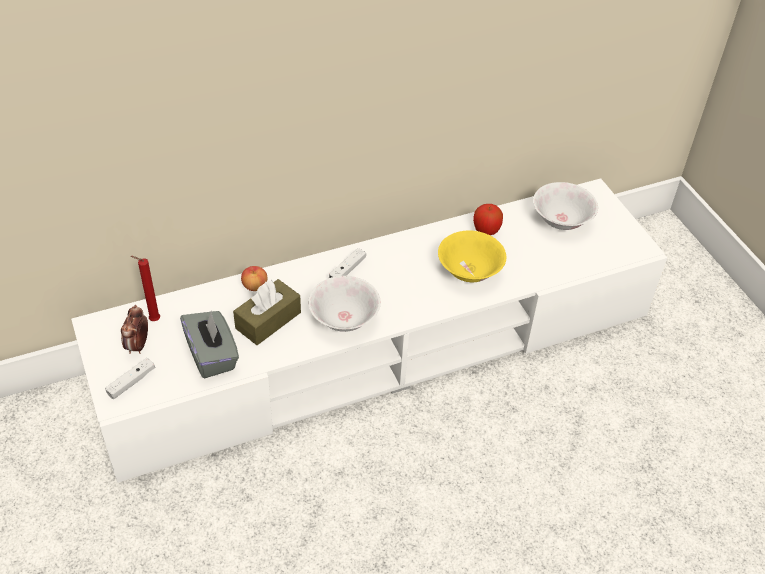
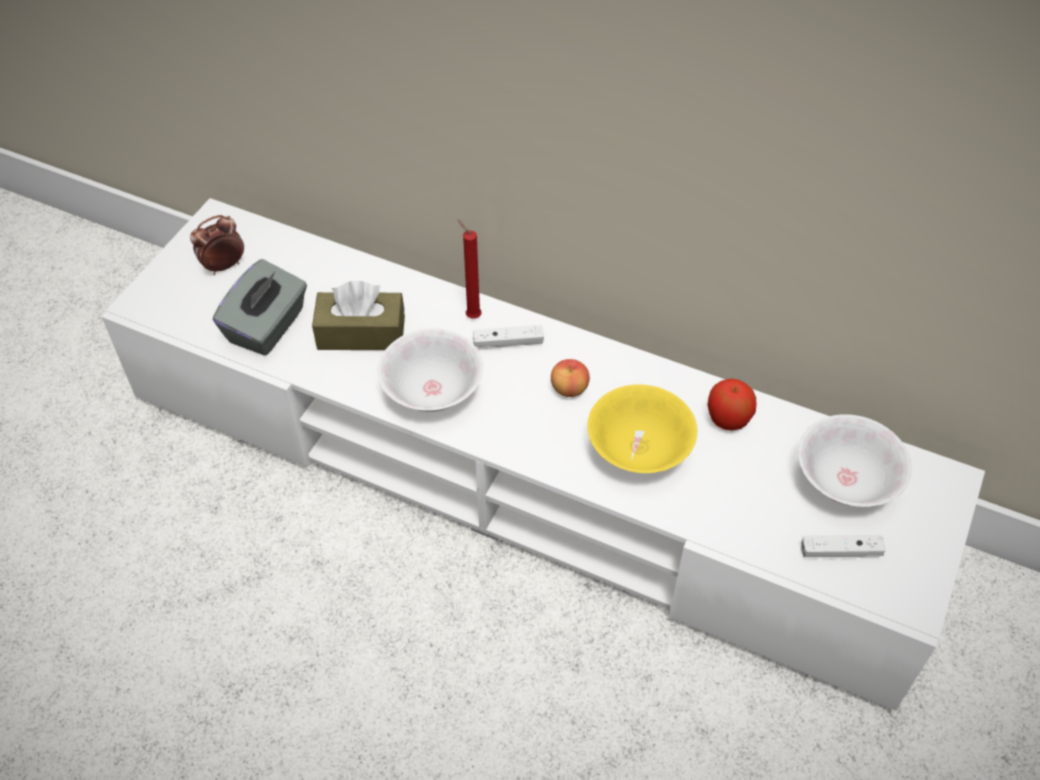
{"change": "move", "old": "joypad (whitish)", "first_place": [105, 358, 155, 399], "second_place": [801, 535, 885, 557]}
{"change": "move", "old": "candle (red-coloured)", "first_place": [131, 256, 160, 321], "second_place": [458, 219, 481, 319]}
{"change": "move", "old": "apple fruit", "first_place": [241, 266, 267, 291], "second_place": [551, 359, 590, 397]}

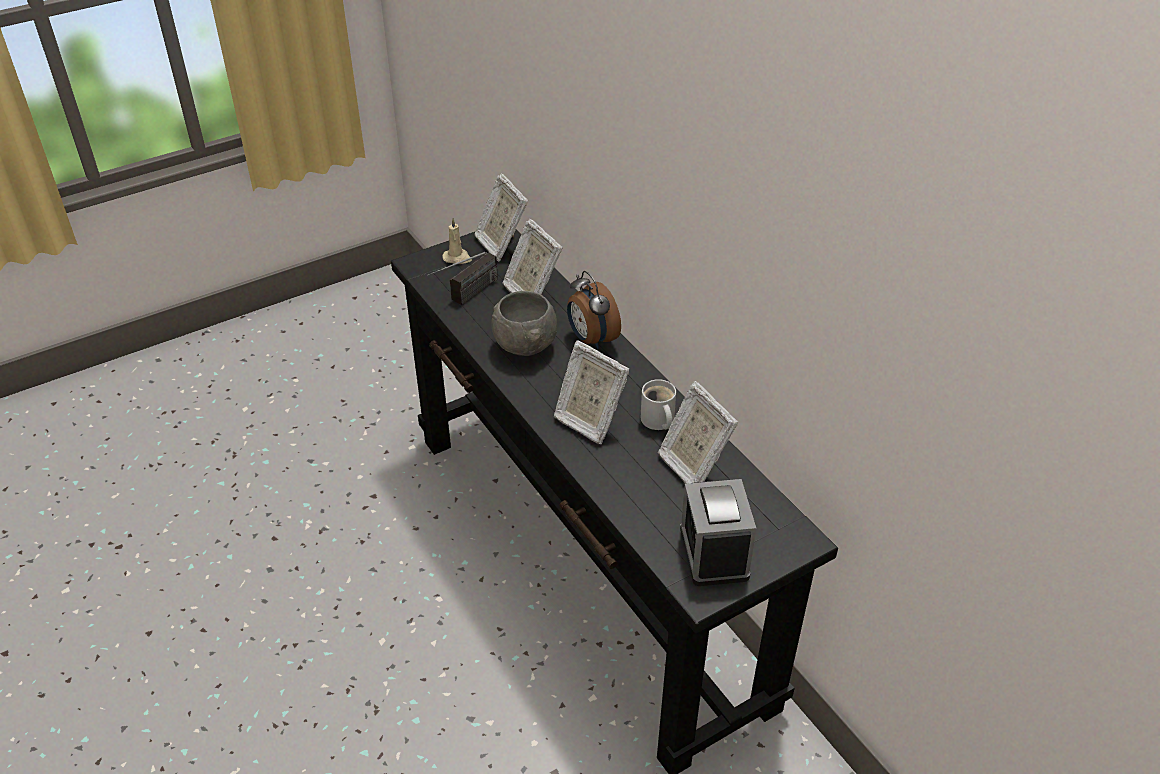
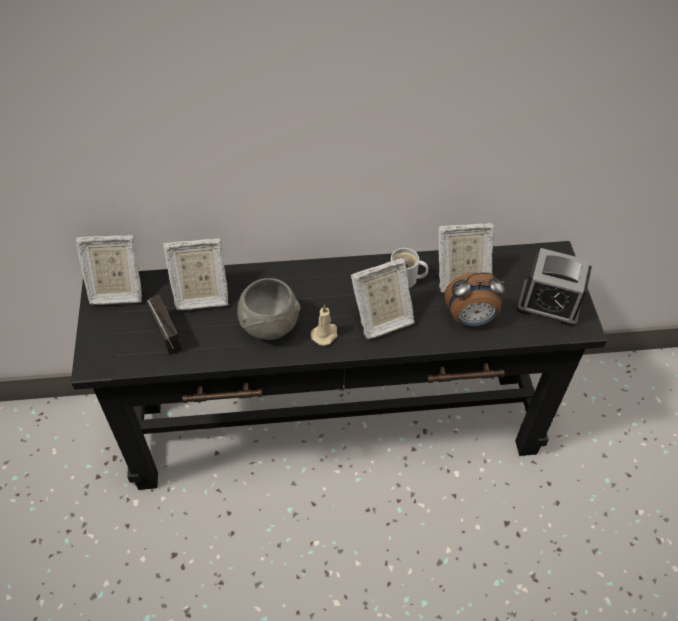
{"change": "move", "old": "candle (sand-coloured)", "first_place": [442, 218, 472, 264], "second_place": [311, 305, 338, 346]}
{"change": "move", "old": "table clock", "first_place": [567, 271, 621, 349], "second_place": [444, 272, 505, 326]}

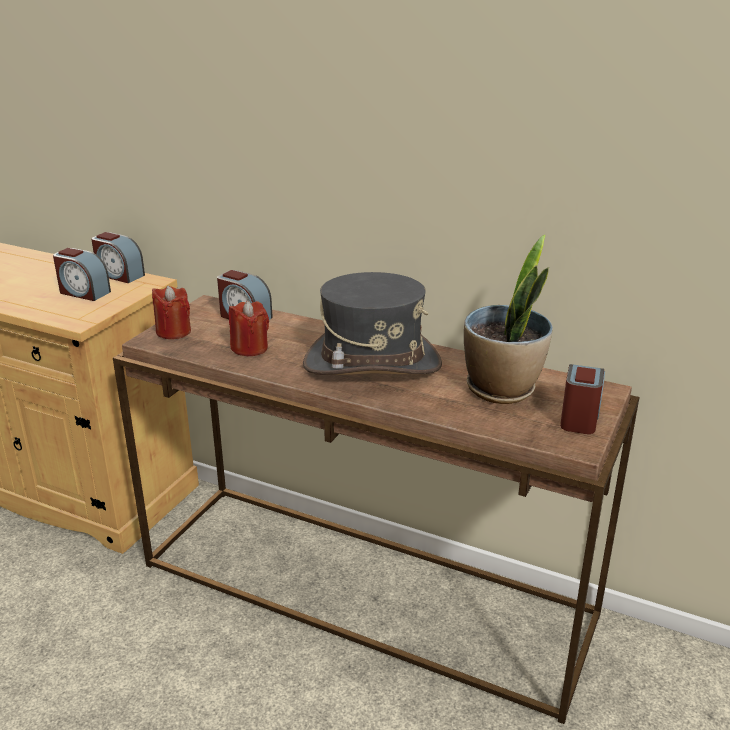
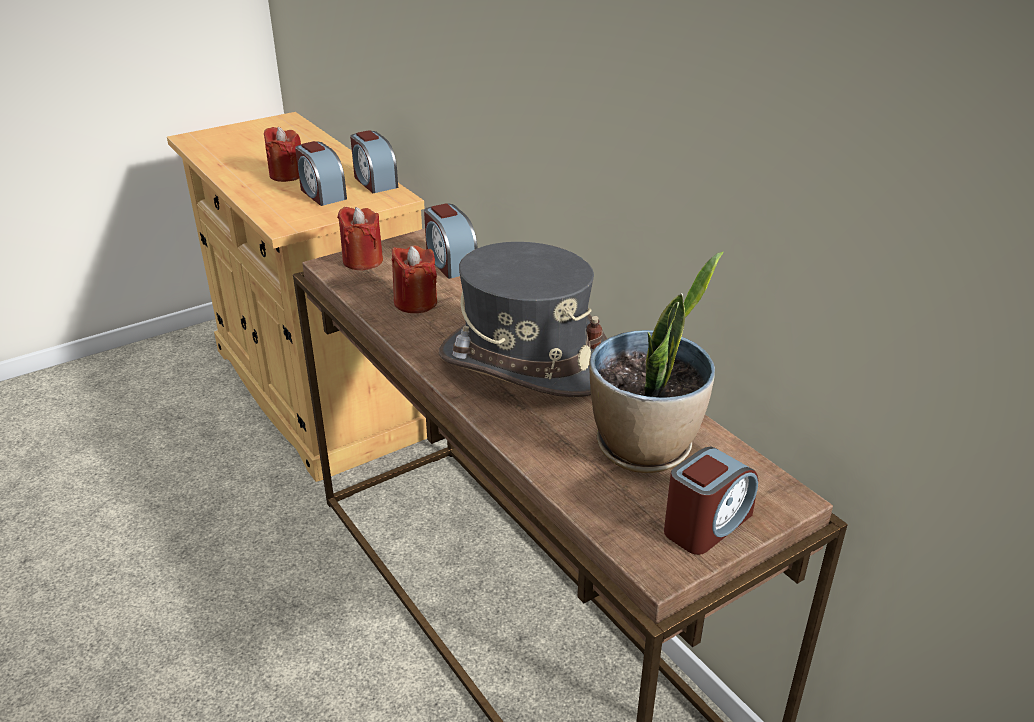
{"change": "insert", "new": "candle (red-coloured)", "second_place": [264, 127, 301, 182]}

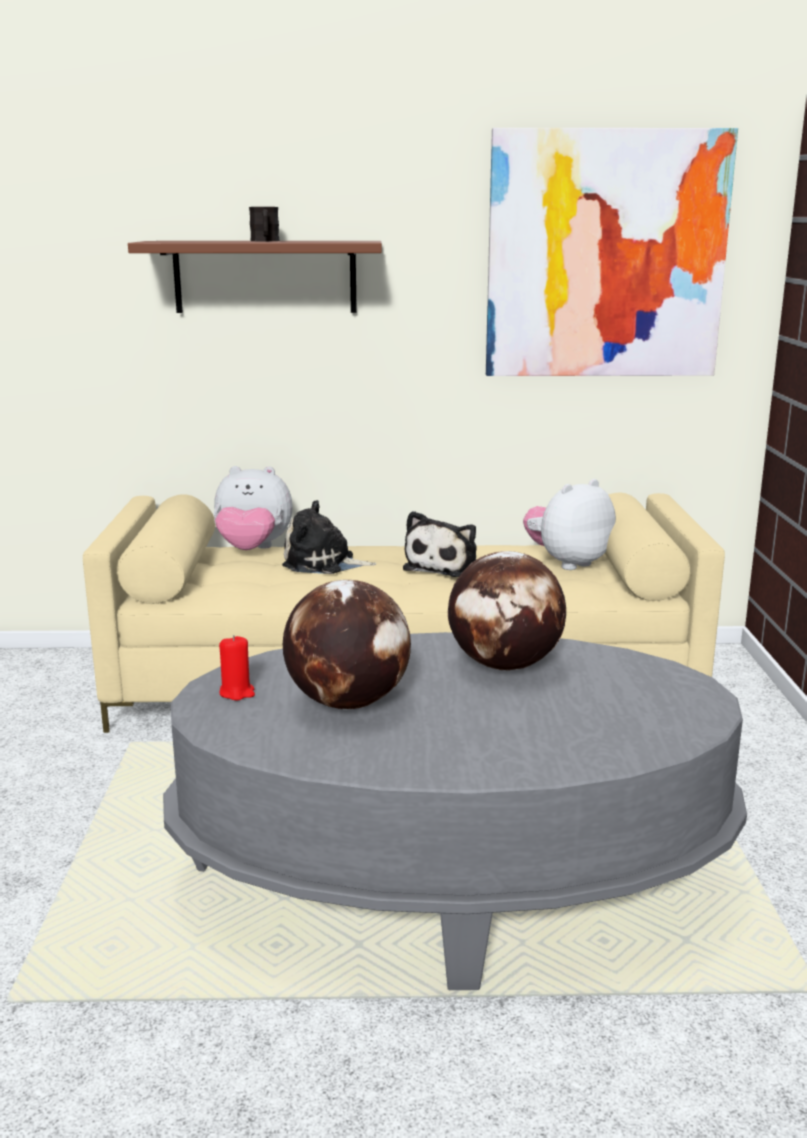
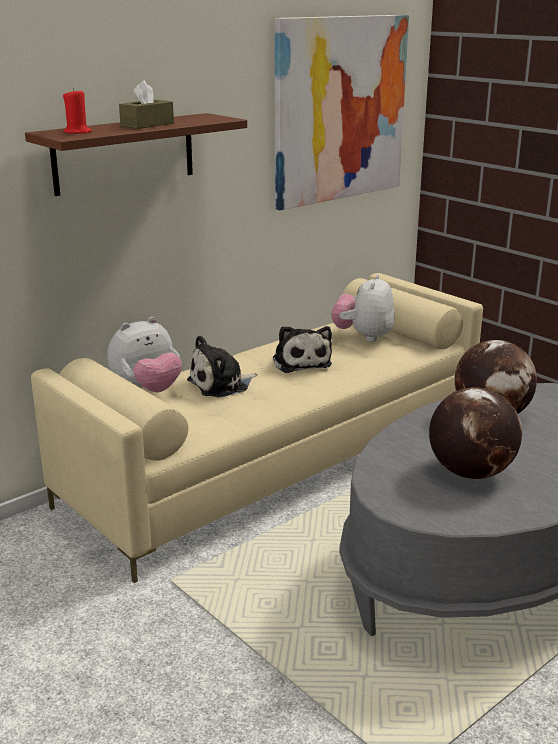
{"change": "move", "old": "candle (red-coloured)", "first_place": [219, 635, 255, 701], "second_place": [63, 88, 92, 134]}
{"change": "replace", "old": "mug (blackish)", "new": "tissue holder (brown)", "first_place": [249, 207, 280, 241], "second_place": [119, 81, 174, 129]}

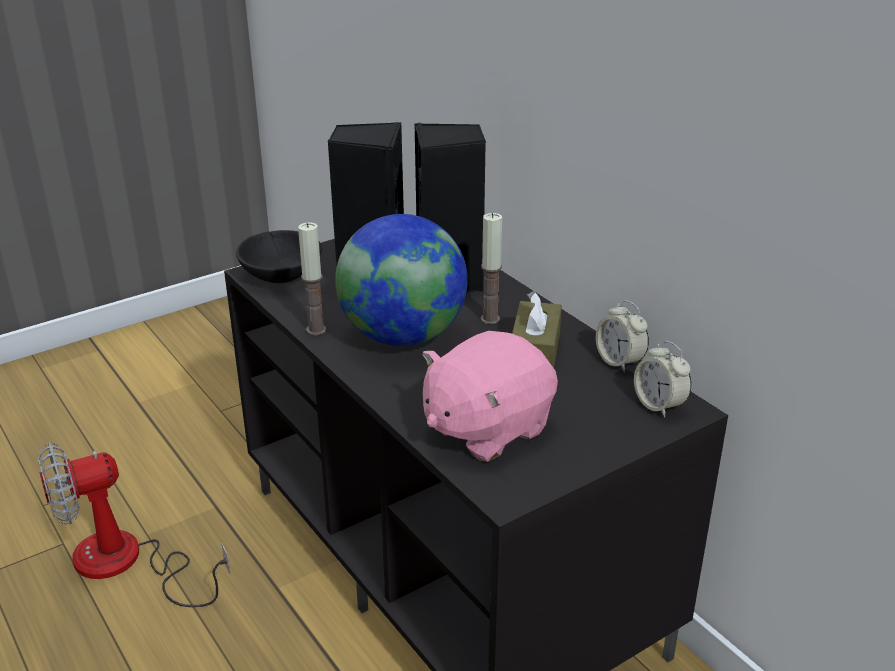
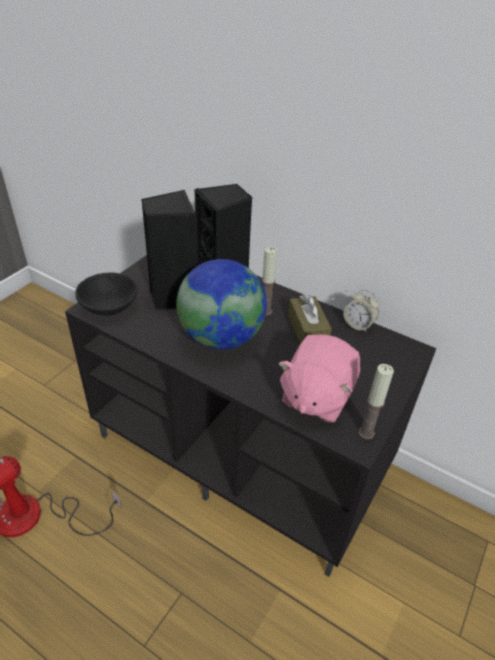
{"change": "move", "old": "candle", "first_place": [298, 222, 326, 335], "second_place": [359, 364, 394, 439]}
{"change": "delete", "old": "table clock", "first_place": [634, 341, 692, 418]}

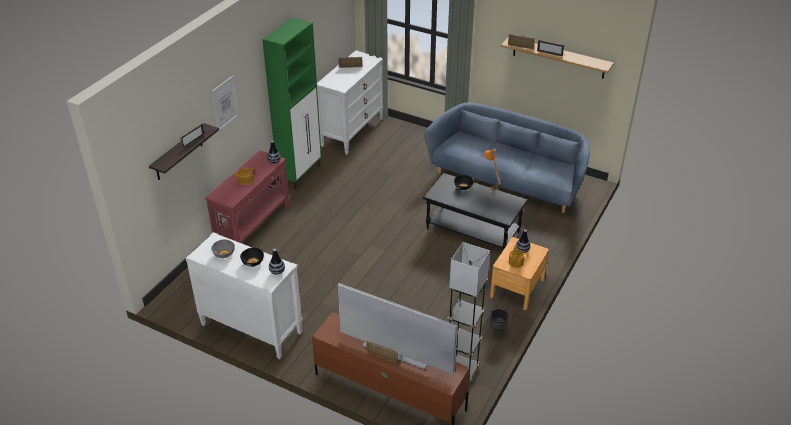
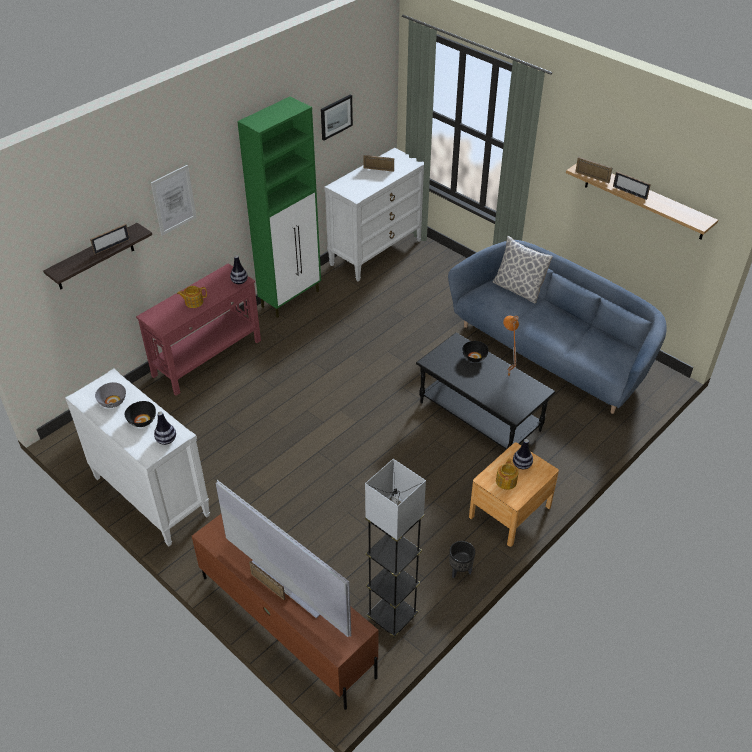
{"change": "insert", "new": "wall art", "second_place": [321, 95, 353, 140]}
{"change": "insert", "new": "cushion", "second_place": [493, 236, 553, 303]}

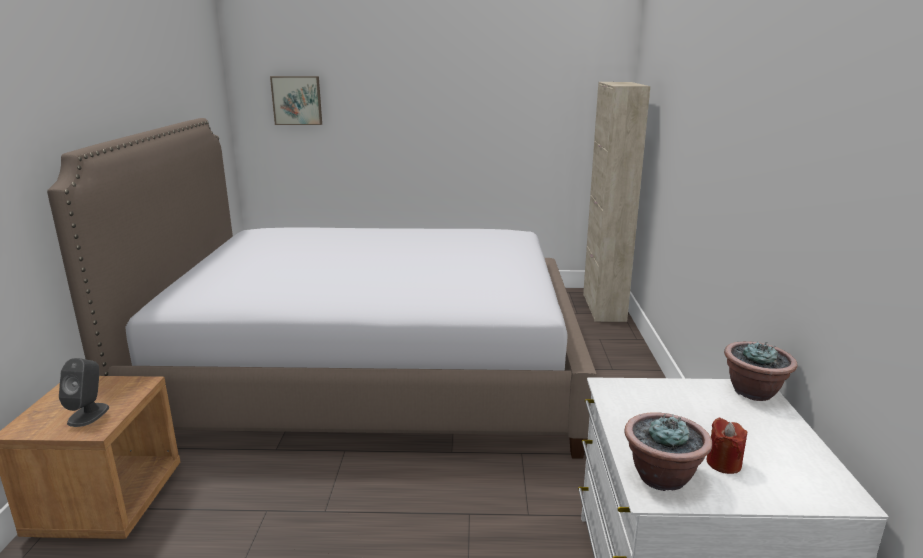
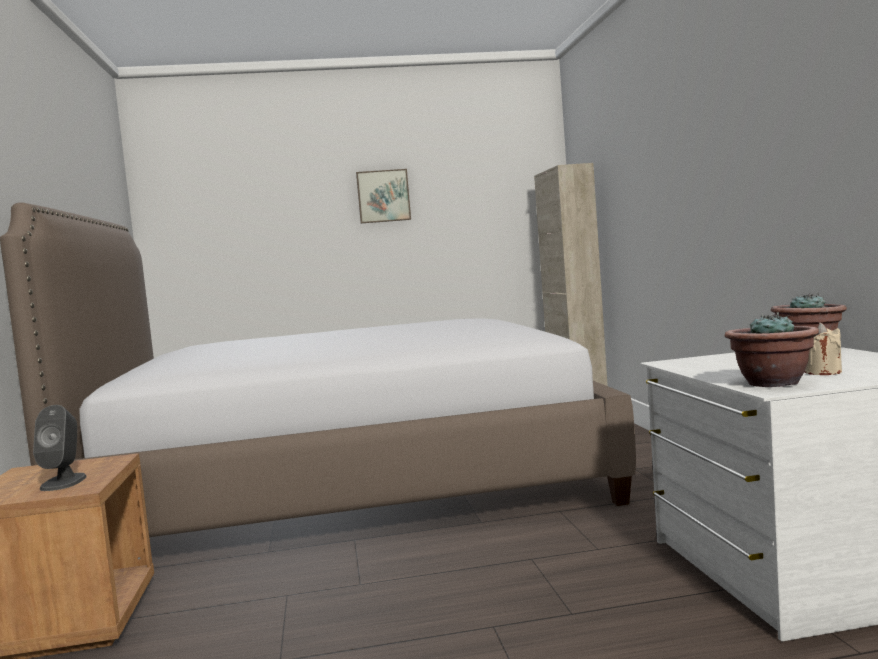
{"change": "move", "old": "wall art", "first_place": [270, 76, 322, 125], "second_place": [356, 169, 411, 223]}
{"change": "recolor", "old": "candle (red-coloured)", "new": "candle (sand-coloured)", "first_place": [707, 418, 748, 474], "second_place": [804, 322, 842, 375]}

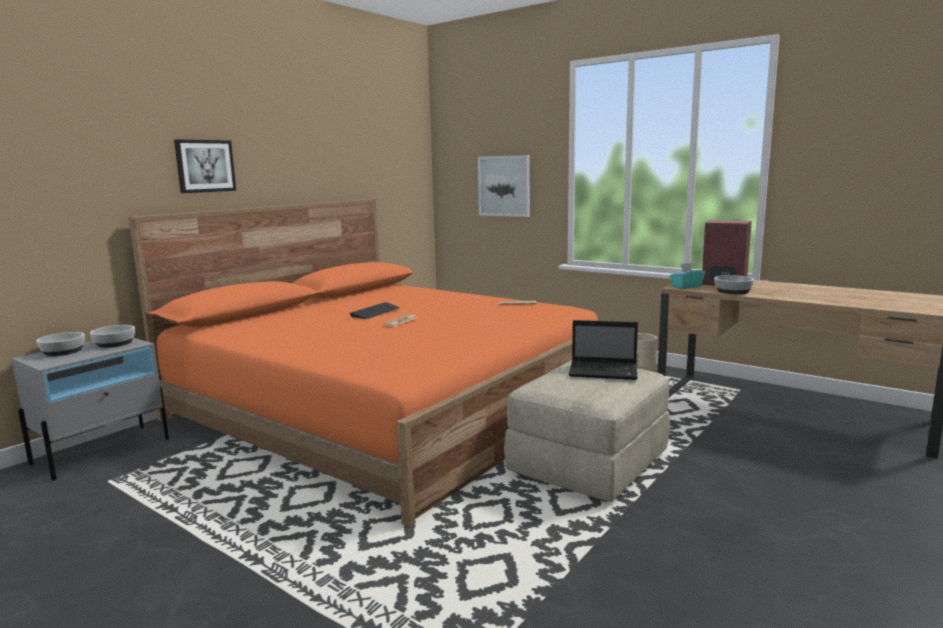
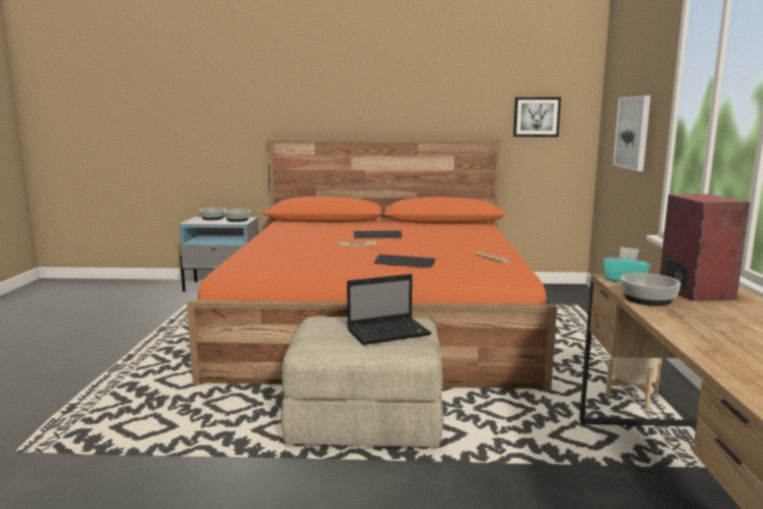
{"change": "move", "old": "wall art", "first_place": [174, 139, 236, 193], "second_place": [513, 97, 561, 137]}
{"change": "rotate", "old": "laptop", "first_place": [569, 320, 638, 380], "second_place": [347, 274, 431, 345], "degrees": -90}
{"change": "insert", "new": "keyboard", "second_place": [374, 254, 436, 268]}

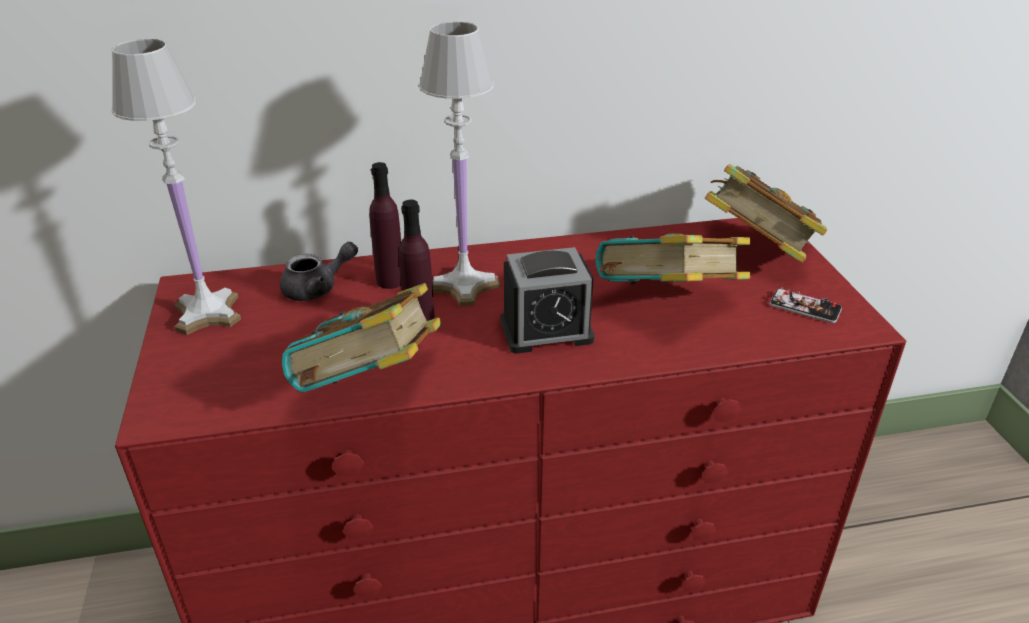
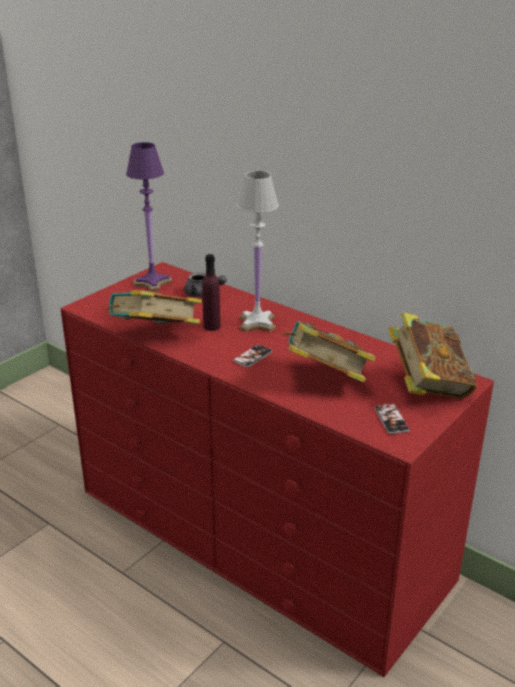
{"change": "recolor", "old": "lamp for a table (whitish)", "new": "lamp for a table (purplish)", "first_place": [111, 39, 241, 335], "second_place": [126, 142, 172, 291]}
{"change": "delete", "old": "bottle (purplish)", "first_place": [369, 162, 401, 289]}
{"change": "replace", "old": "table clock", "new": "handset", "first_place": [501, 247, 595, 354], "second_place": [233, 344, 272, 367]}

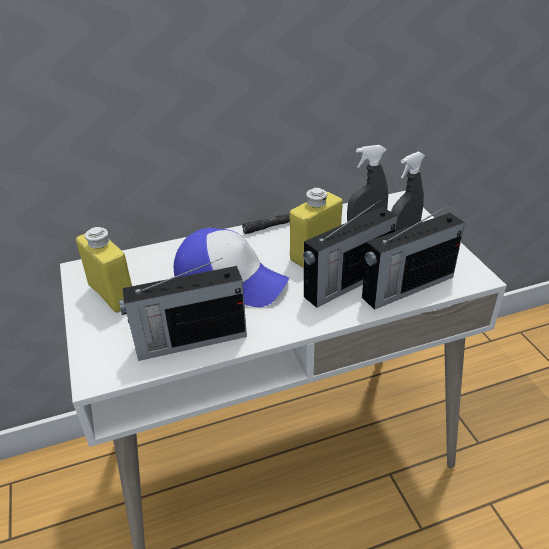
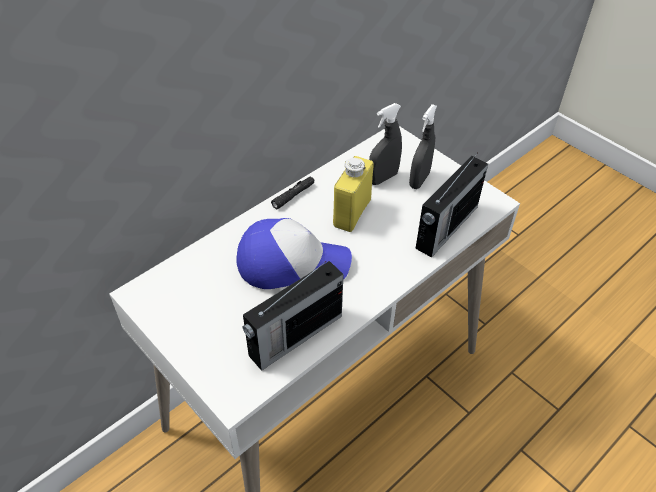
{"change": "delete", "old": "bottle (yellow)", "first_place": [76, 227, 132, 313]}
{"change": "delete", "old": "radio receiver", "first_place": [303, 199, 397, 308]}

